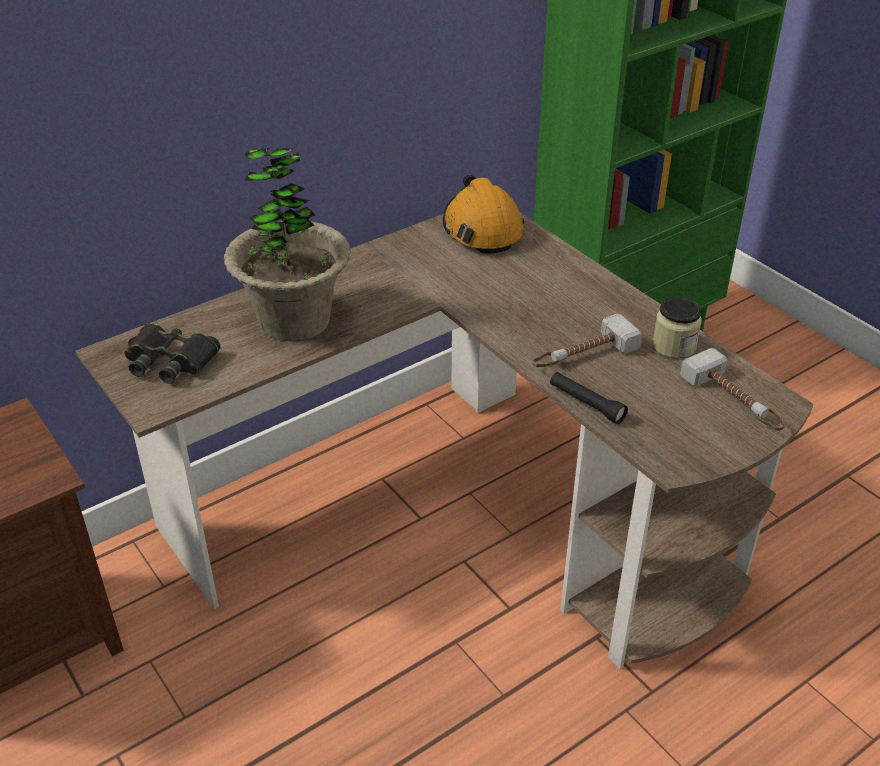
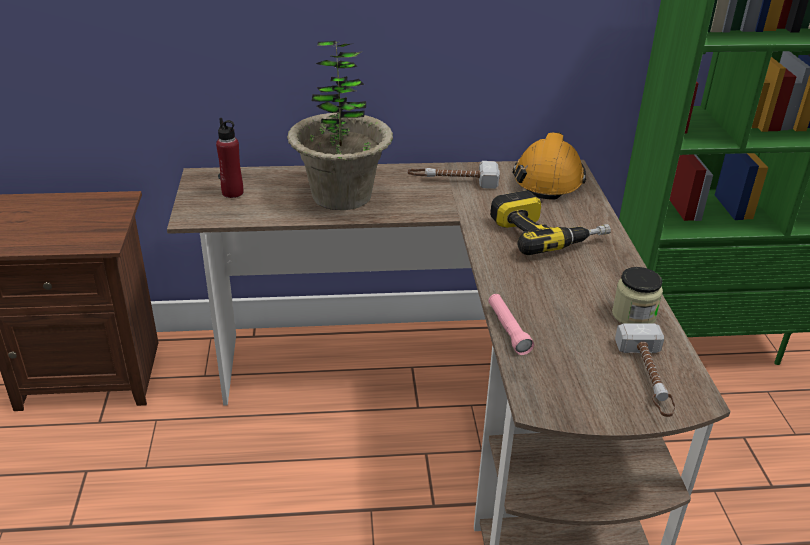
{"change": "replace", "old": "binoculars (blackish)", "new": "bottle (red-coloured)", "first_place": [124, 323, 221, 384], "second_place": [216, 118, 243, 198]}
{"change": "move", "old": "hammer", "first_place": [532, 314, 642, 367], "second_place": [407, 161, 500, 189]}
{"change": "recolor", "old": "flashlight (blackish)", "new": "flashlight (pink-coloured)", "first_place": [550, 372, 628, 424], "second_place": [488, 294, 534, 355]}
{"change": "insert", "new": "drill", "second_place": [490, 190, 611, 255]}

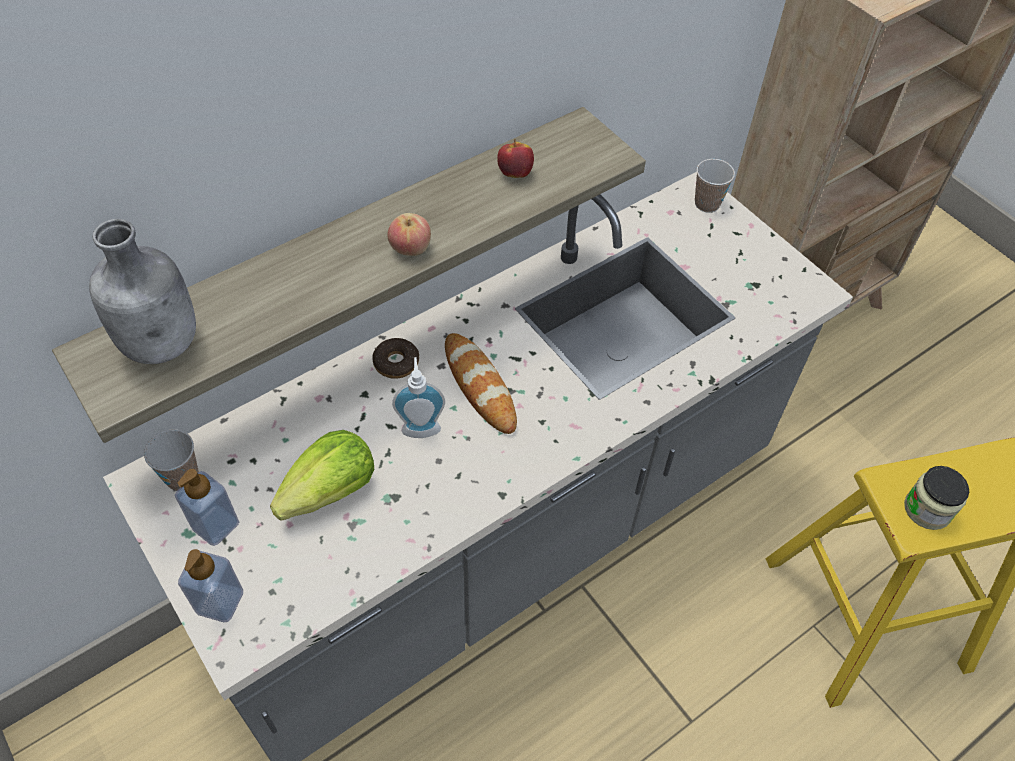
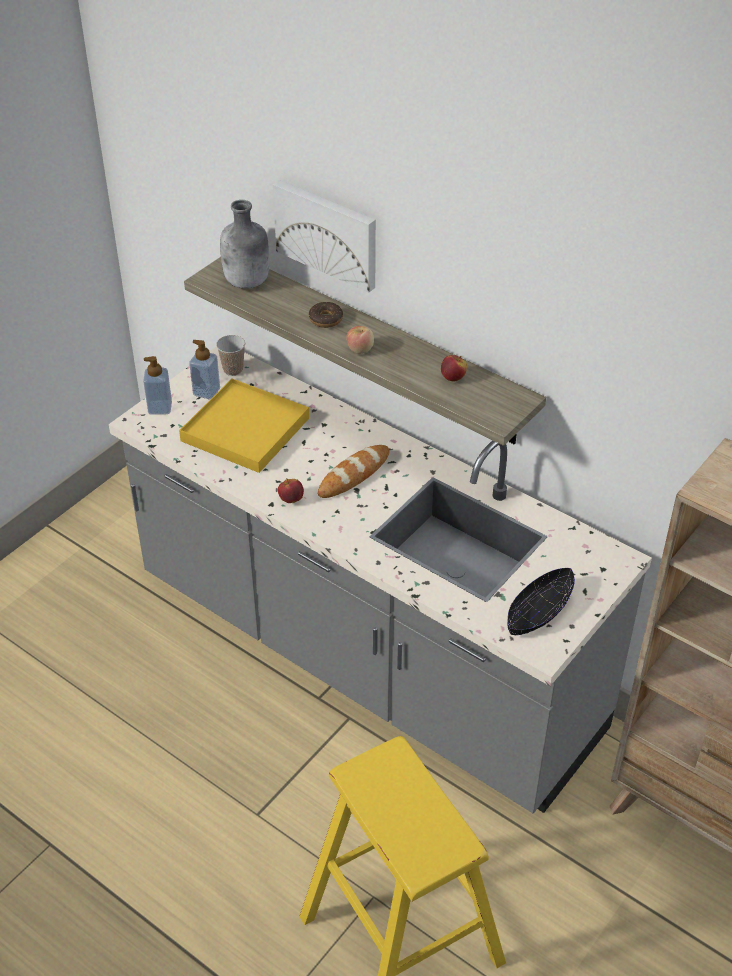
{"change": "replace", "old": "lettuce head", "new": "serving tray (yellow)", "first_place": [270, 430, 374, 521], "second_place": [179, 378, 309, 473]}
{"change": "move", "old": "donut", "first_place": [372, 338, 419, 379], "second_place": [309, 301, 343, 328]}
{"change": "delete", "old": "soap bottle", "first_place": [392, 357, 445, 438]}
{"change": "delete", "old": "drinking cup", "first_place": [695, 159, 735, 213]}
{"change": "delete", "old": "storage jar", "first_place": [904, 466, 969, 530]}
{"change": "insert", "new": "wall art", "second_place": [273, 180, 376, 293]}
{"change": "insert", "new": "apple fruit", "second_place": [278, 478, 304, 503]}
{"change": "insert", "new": "bowl (blackish)", "second_place": [507, 568, 575, 635]}

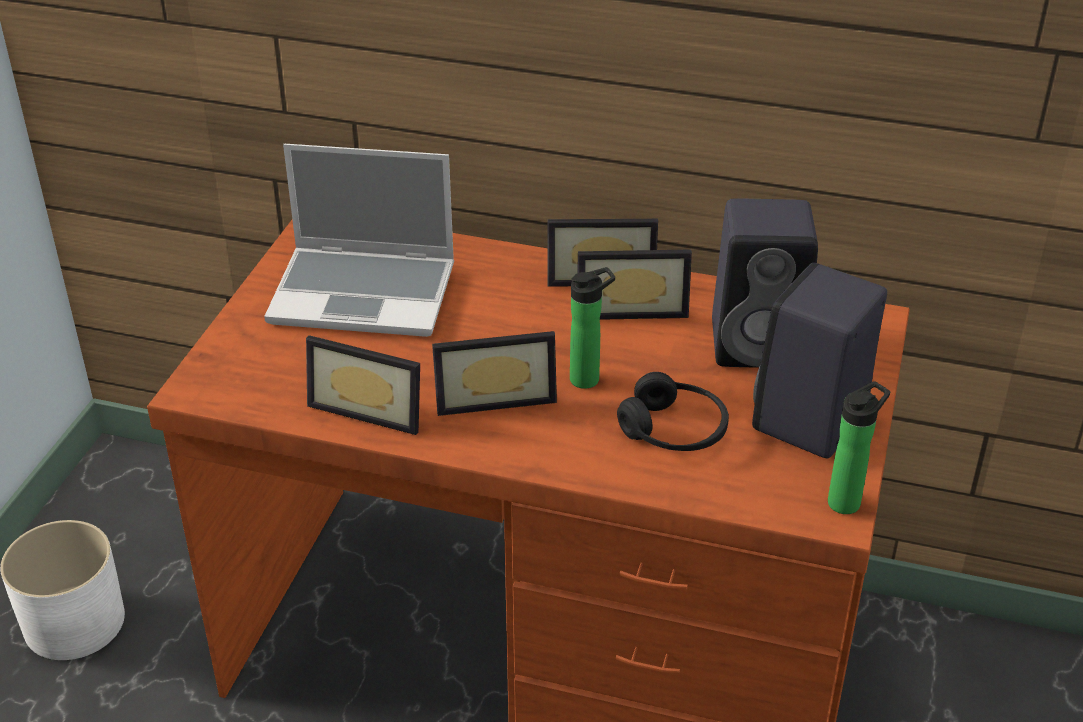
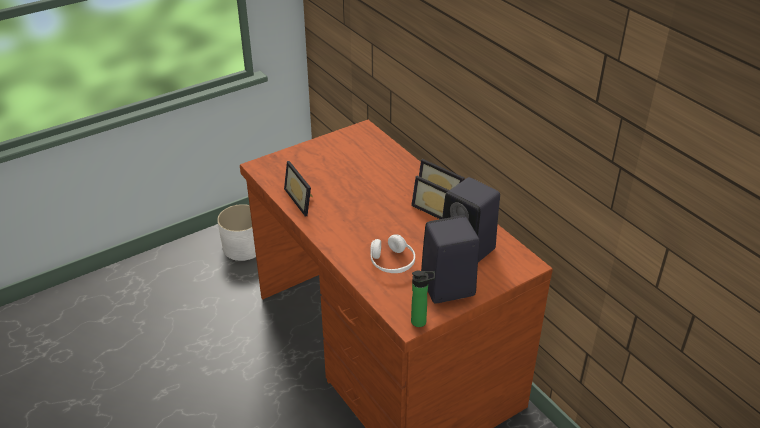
{"change": "delete", "old": "laptop", "first_place": [264, 144, 454, 337]}
{"change": "delete", "old": "photo frame", "first_place": [432, 331, 557, 416]}
{"change": "delete", "old": "bottle", "first_place": [570, 267, 615, 389]}
{"change": "recolor", "old": "headphones (blackish)", "new": "headphones (whitish)", "first_place": [617, 372, 729, 451], "second_place": [370, 234, 415, 273]}

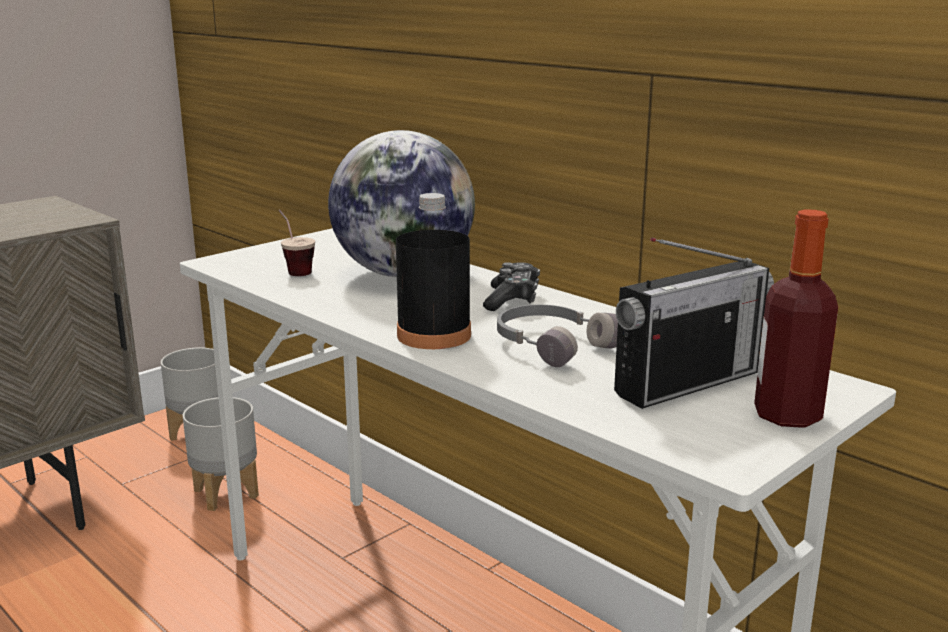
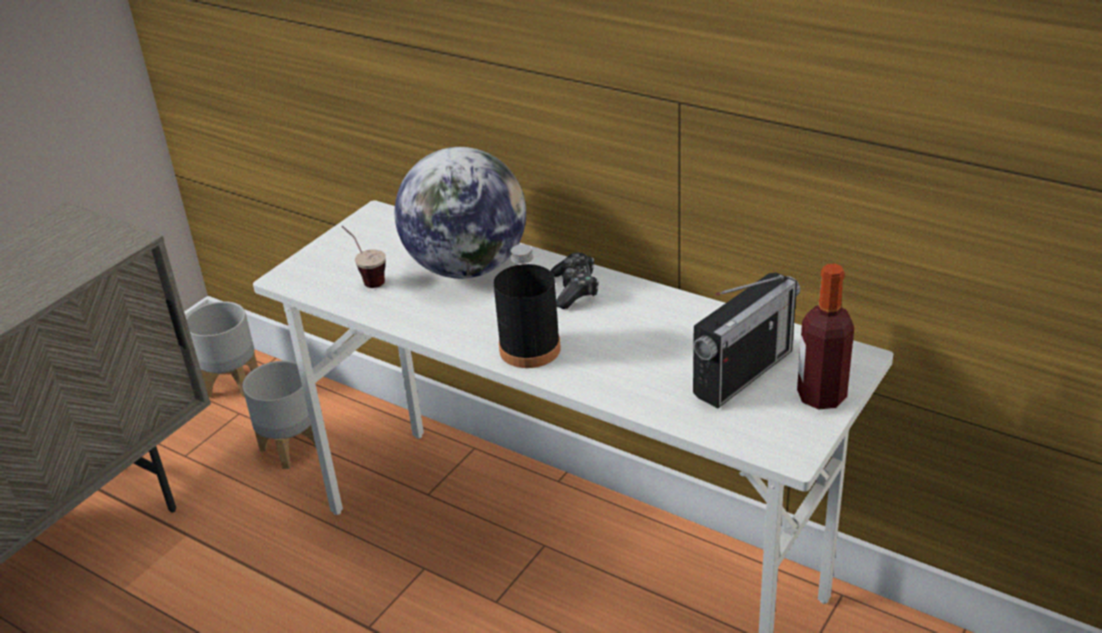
{"change": "delete", "old": "headphones (gray)", "first_place": [497, 305, 618, 367]}

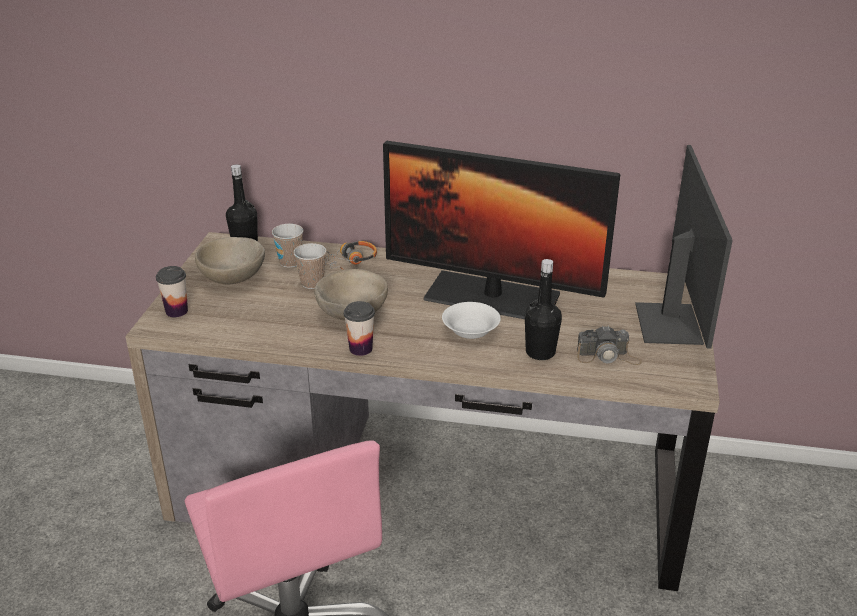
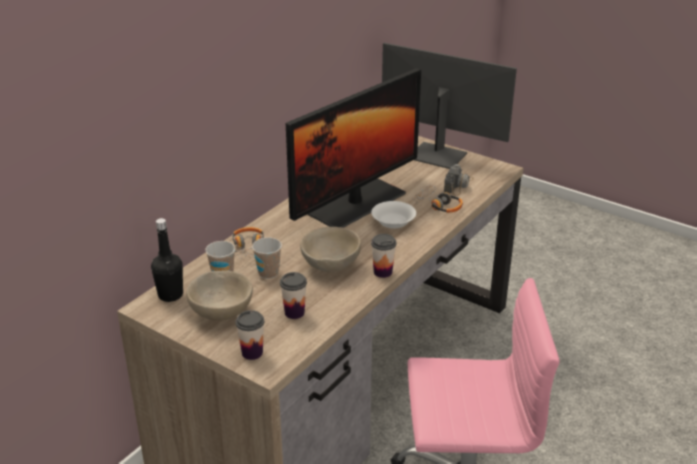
{"change": "replace", "old": "bottle (blackish)", "new": "headphones", "first_place": [525, 259, 562, 360], "second_place": [413, 186, 463, 213]}
{"change": "insert", "new": "drinking cup", "second_place": [280, 272, 307, 319]}

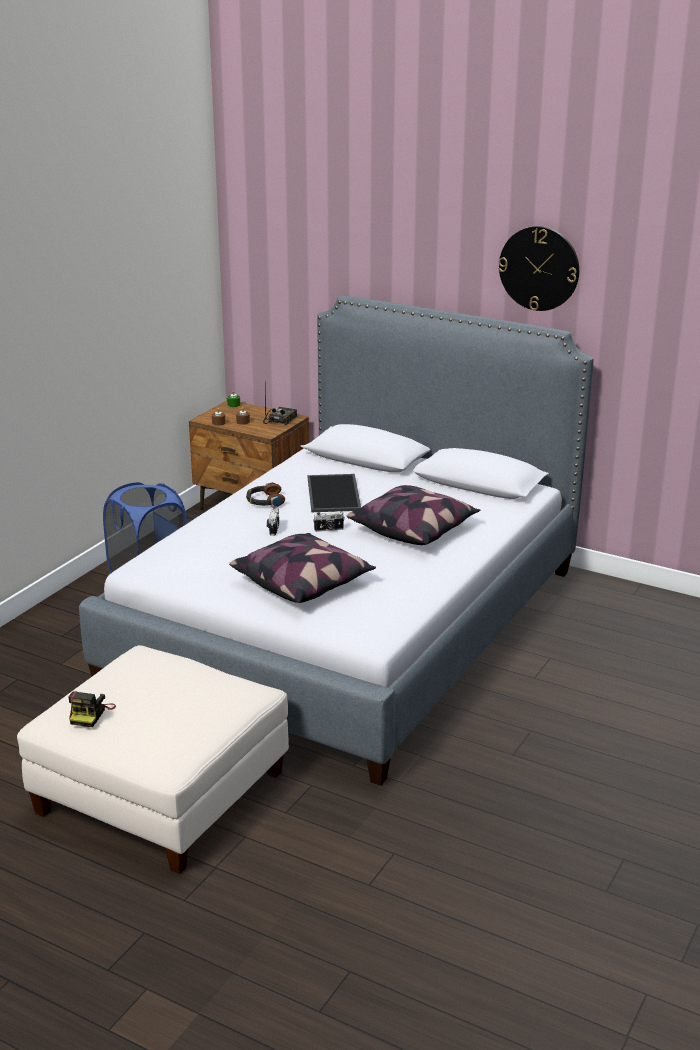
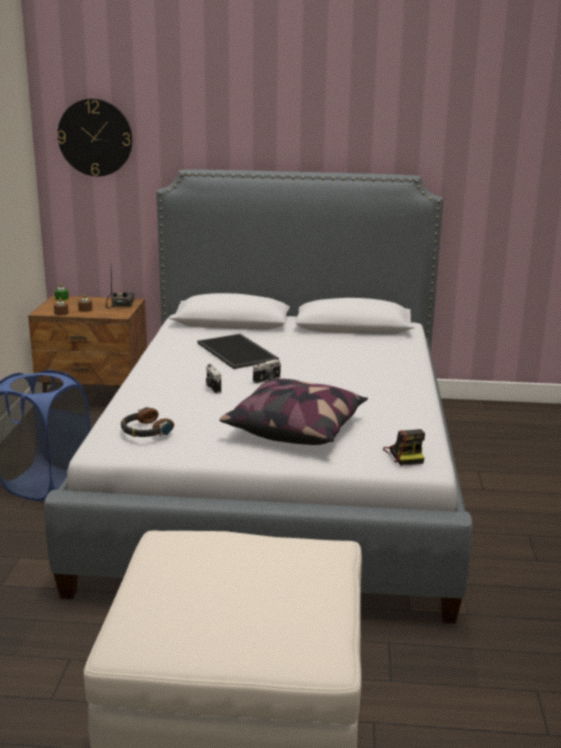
{"change": "move", "old": "still camera", "first_place": [68, 691, 116, 727], "second_place": [383, 429, 425, 466]}
{"change": "move", "old": "headphones", "first_place": [246, 482, 285, 507], "second_place": [121, 407, 174, 437]}
{"change": "delete", "old": "cushion", "first_place": [347, 485, 480, 545]}
{"change": "move", "old": "wall clock", "first_place": [498, 226, 579, 311], "second_place": [57, 99, 132, 176]}

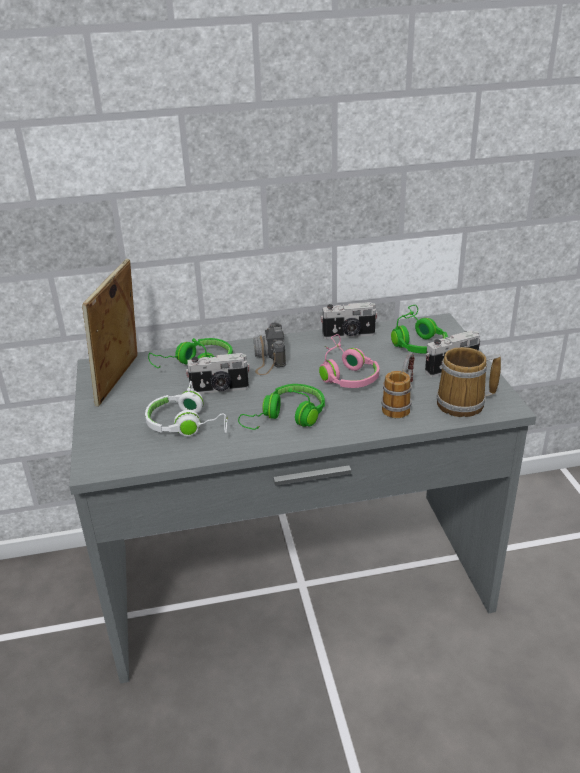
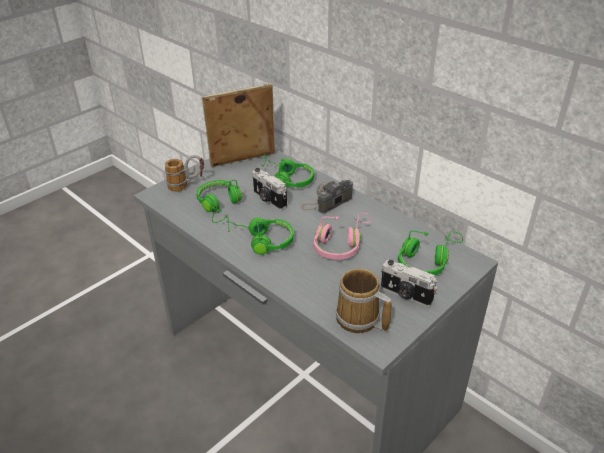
{"change": "recolor", "old": "headphones (whitish)", "new": "headphones (green)", "first_place": [145, 381, 228, 436], "second_place": [196, 180, 242, 223]}
{"change": "delete", "old": "still camera", "first_place": [321, 302, 378, 339]}
{"change": "move", "old": "mug", "first_place": [381, 353, 415, 418], "second_place": [165, 155, 204, 192]}

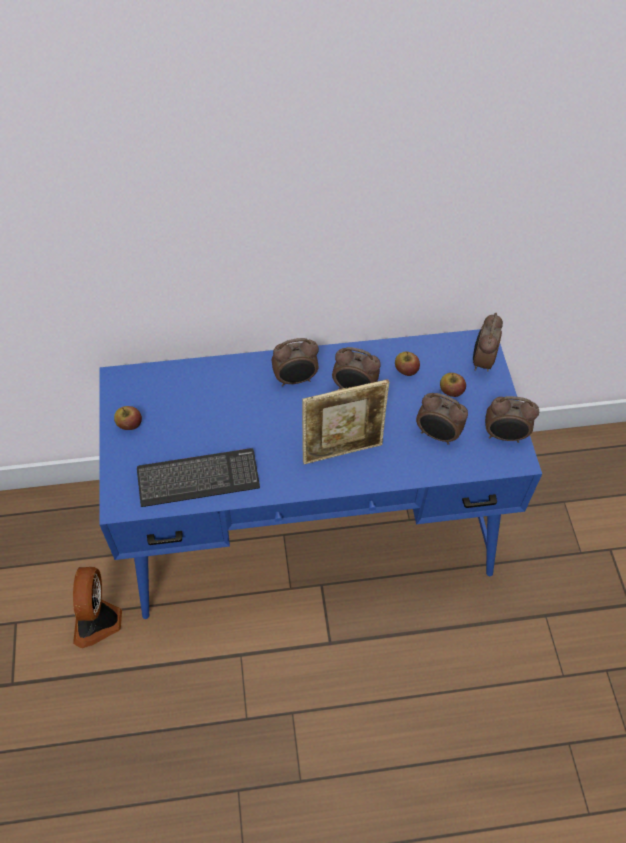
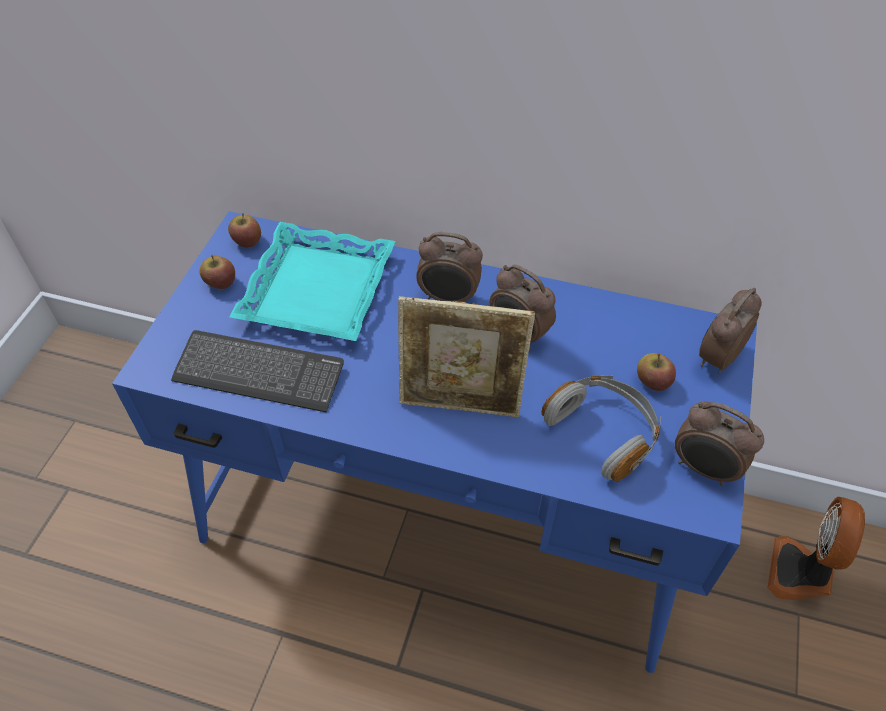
{"change": "move", "old": "cooling fan", "first_place": [73, 567, 122, 648], "second_place": [767, 497, 865, 600]}
{"change": "move", "old": "apple fruit", "first_place": [395, 352, 420, 376], "second_place": [228, 213, 261, 248]}
{"change": "replace", "old": "table clock", "new": "headphones (gray)", "first_place": [416, 393, 468, 445], "second_place": [541, 375, 661, 482]}
{"change": "insert", "new": "serving tray (turquoise)", "second_place": [229, 222, 396, 341]}

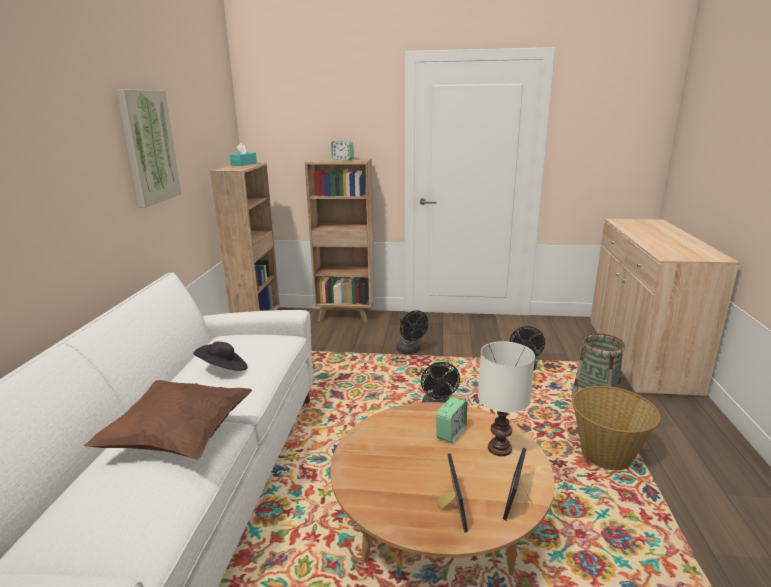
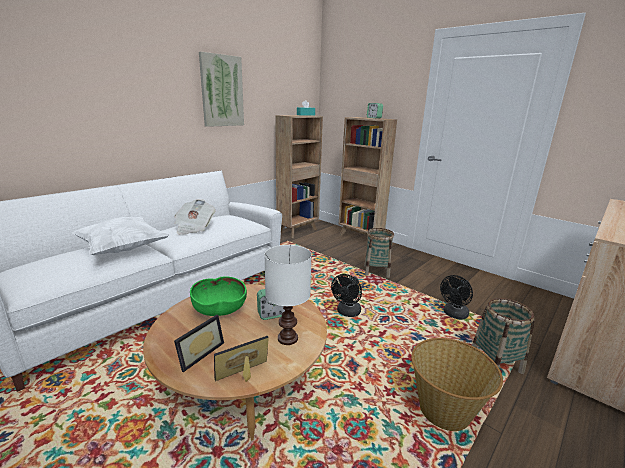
{"change": "recolor", "old": "cushion (brown)", "new": "cushion (whitish)", "first_place": [84, 380, 252, 460], "second_place": [72, 217, 169, 255]}
{"change": "replace", "old": "hat (blackish)", "new": "printed paper", "first_place": [193, 342, 248, 371], "second_place": [174, 199, 215, 235]}
{"change": "replace", "old": "cooling fan (blackish)", "new": "basket", "first_place": [396, 310, 428, 354], "second_place": [364, 228, 394, 278]}
{"change": "insert", "new": "bowl (green)", "second_place": [190, 276, 247, 316]}

